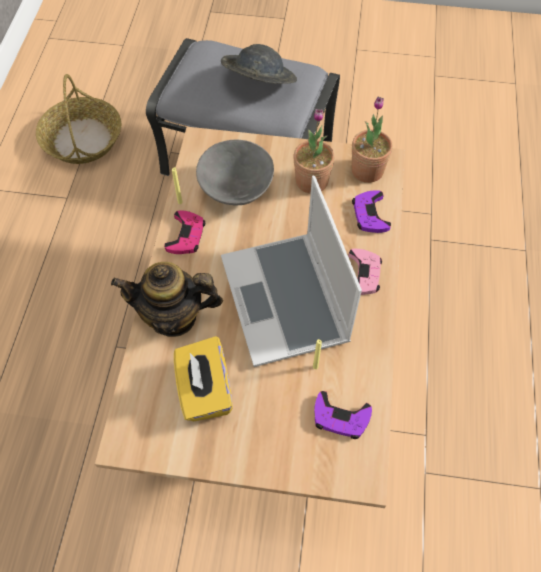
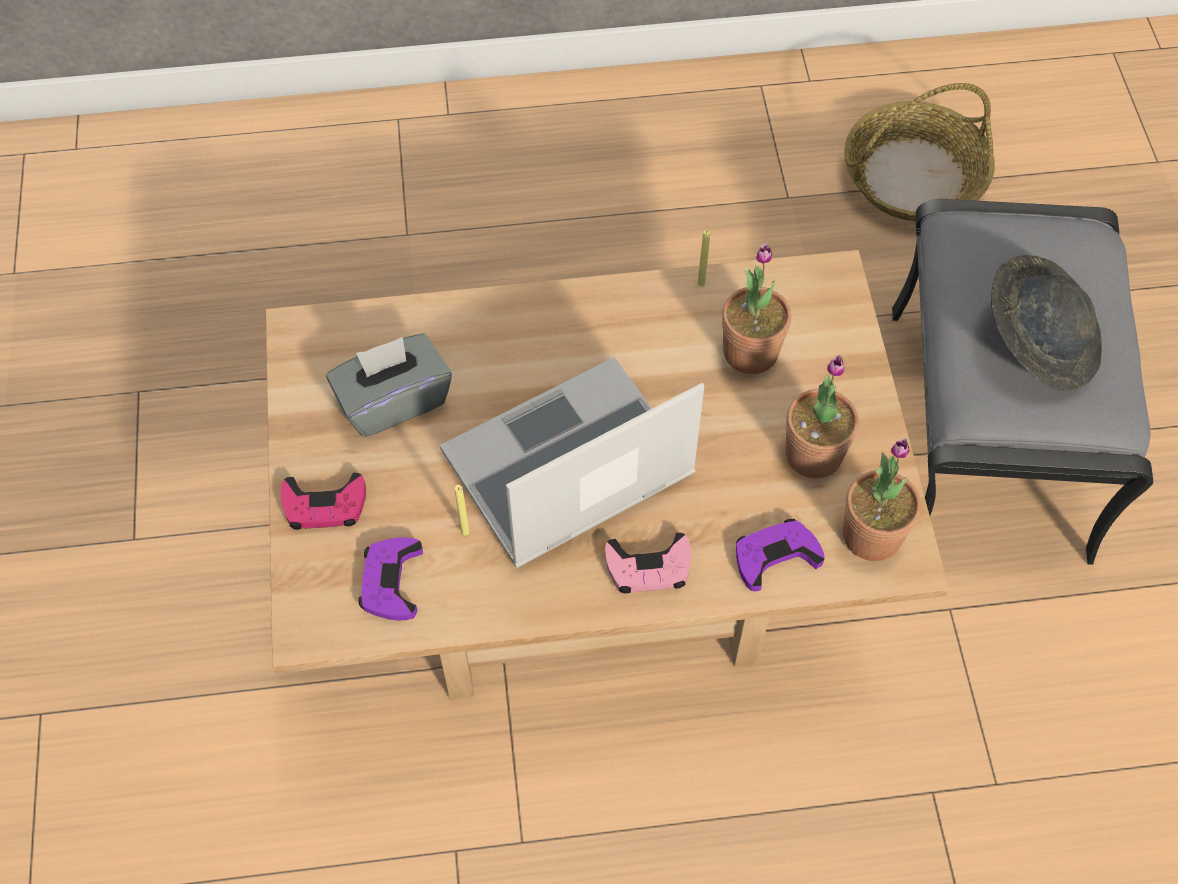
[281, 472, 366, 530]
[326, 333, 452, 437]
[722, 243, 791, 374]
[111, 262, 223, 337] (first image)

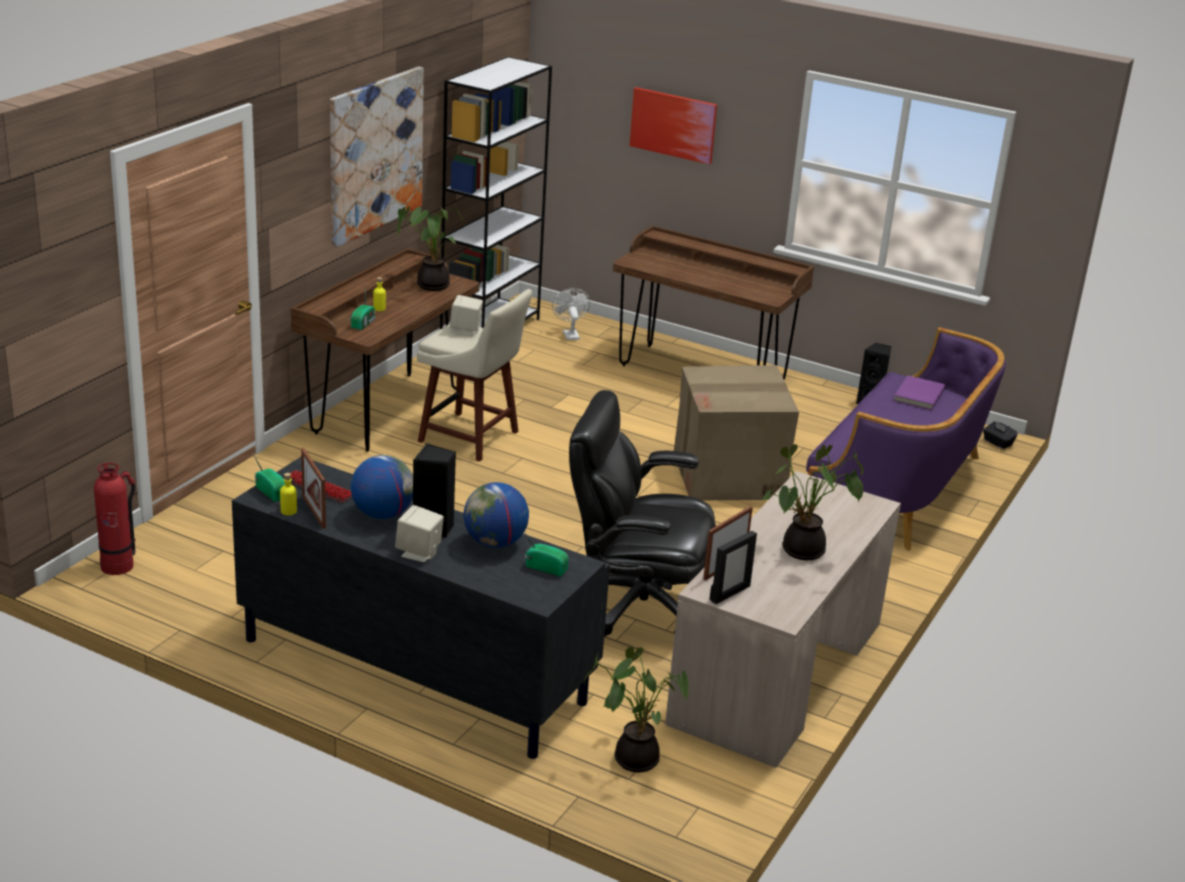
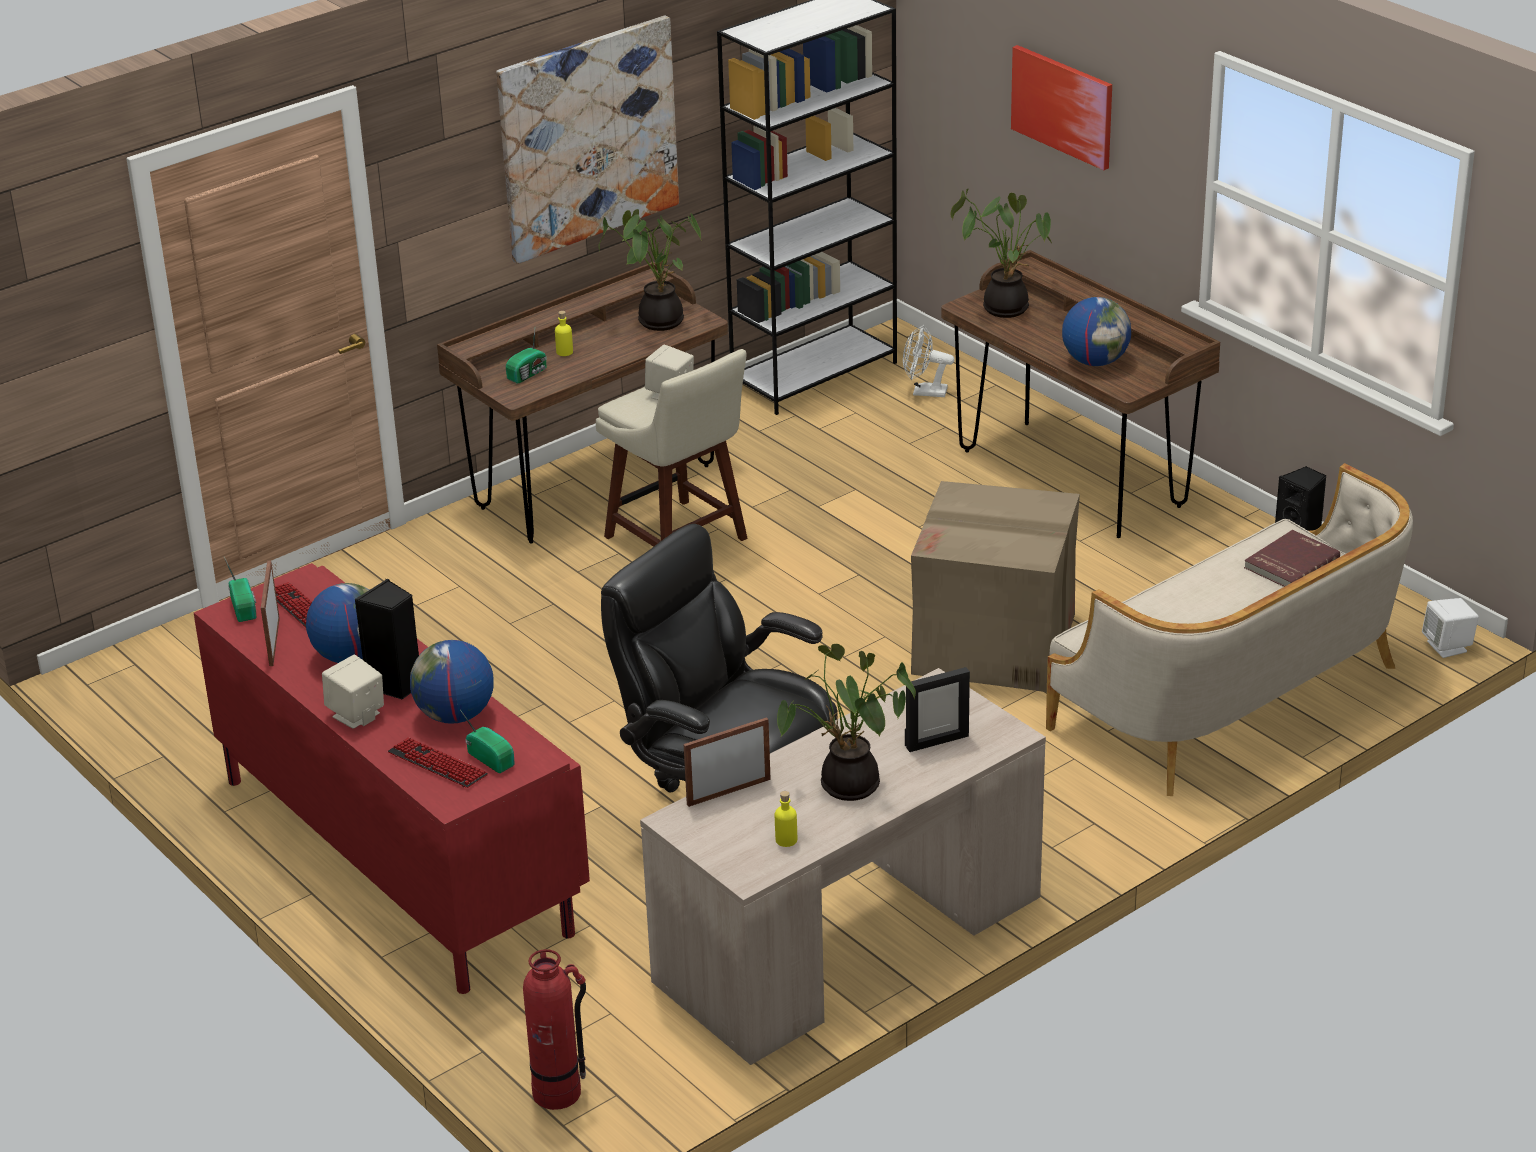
[194, 563, 590, 994]
[388, 737, 488, 788]
[523, 949, 586, 1110]
[775, 791, 797, 847]
[903, 325, 955, 397]
[905, 667, 970, 752]
[950, 189, 1053, 318]
[1046, 463, 1413, 796]
[1062, 297, 1131, 366]
[1244, 530, 1340, 587]
[1422, 598, 1479, 658]

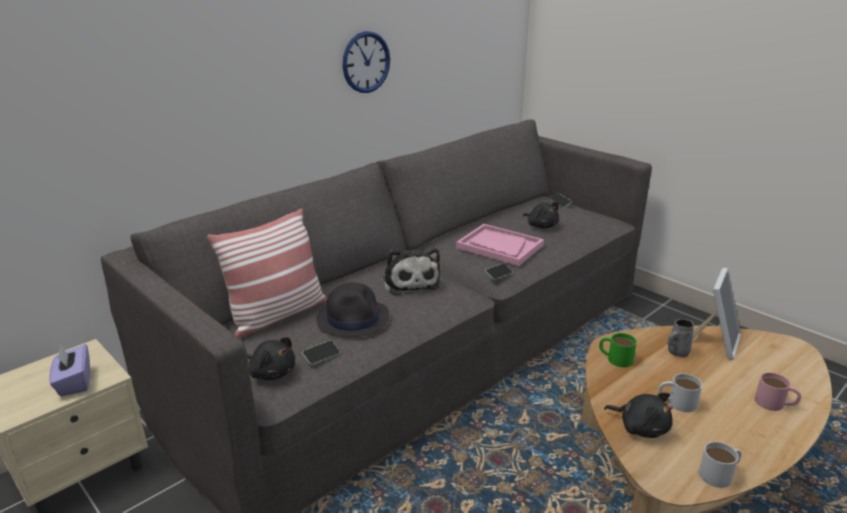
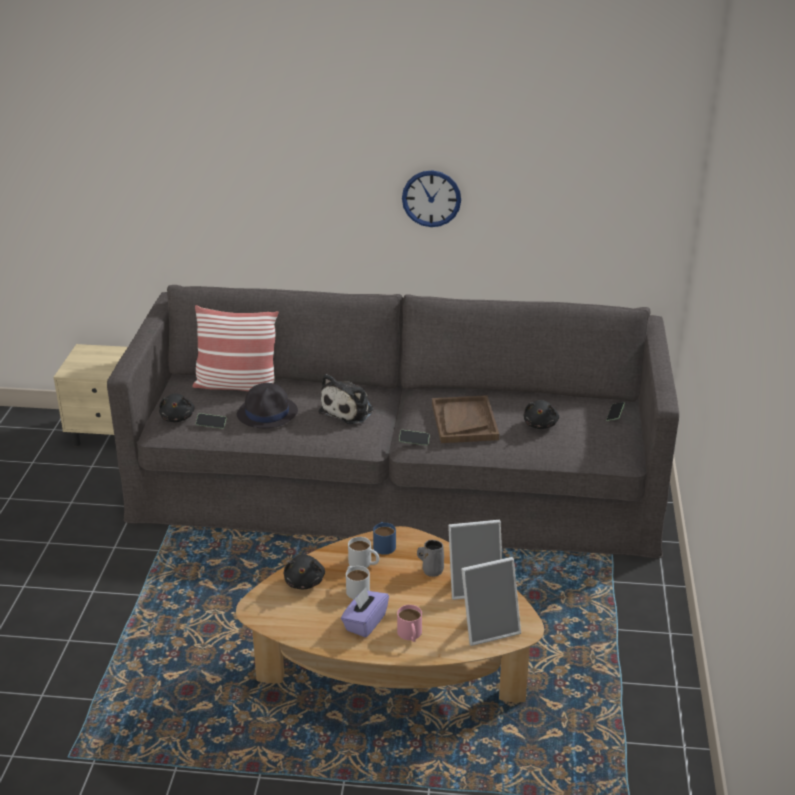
[341, 587, 389, 638]
[348, 537, 379, 568]
[373, 522, 396, 555]
[432, 395, 499, 443]
[461, 557, 521, 646]

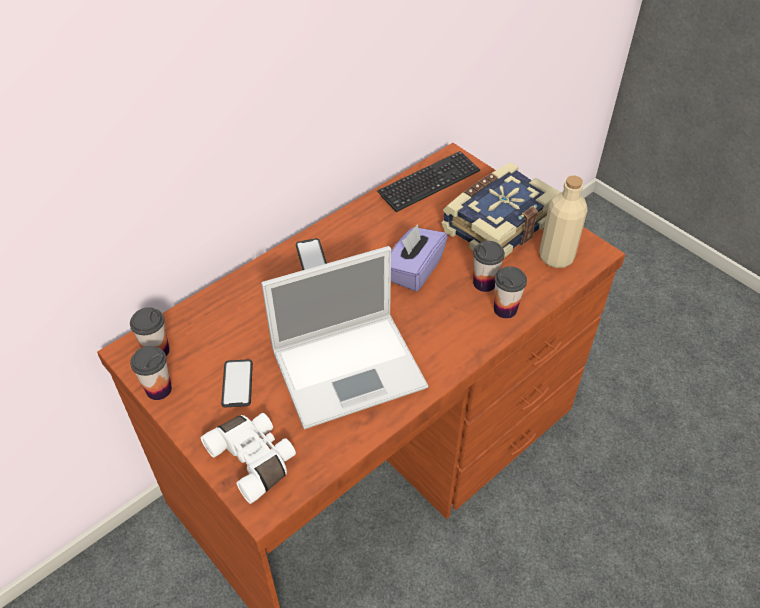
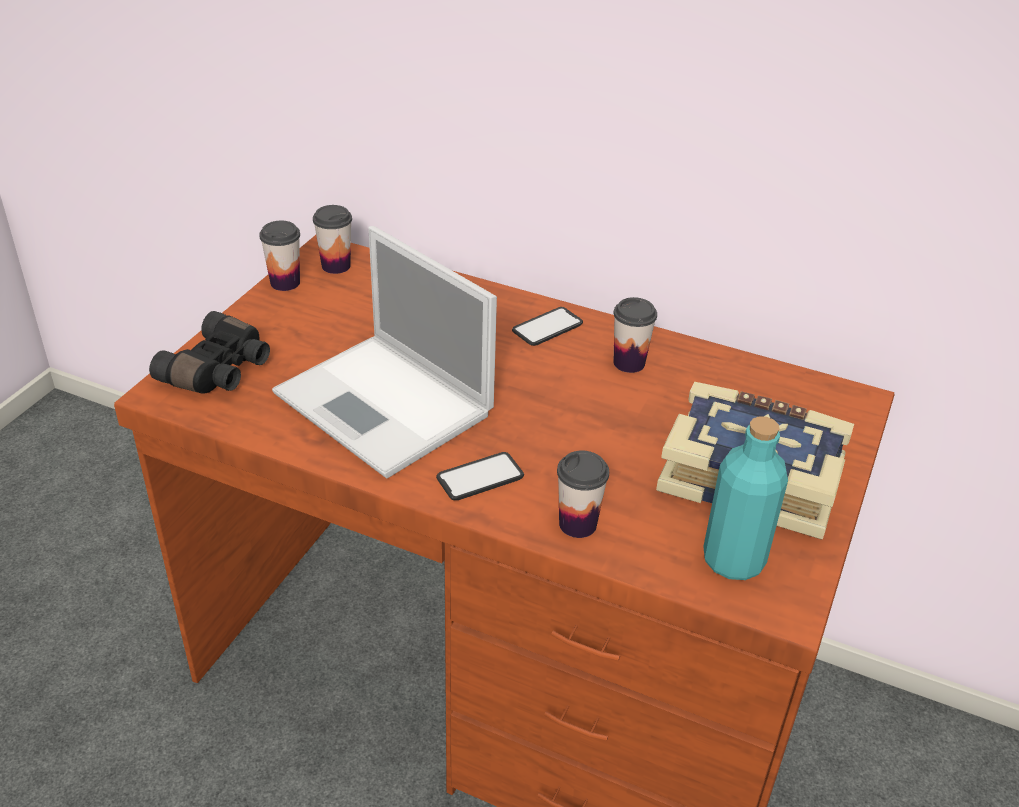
[149, 311, 270, 393]
[436, 452, 524, 500]
[613, 297, 657, 373]
[703, 416, 788, 580]
[377, 151, 480, 212] (first image)
[391, 224, 448, 292] (first image)

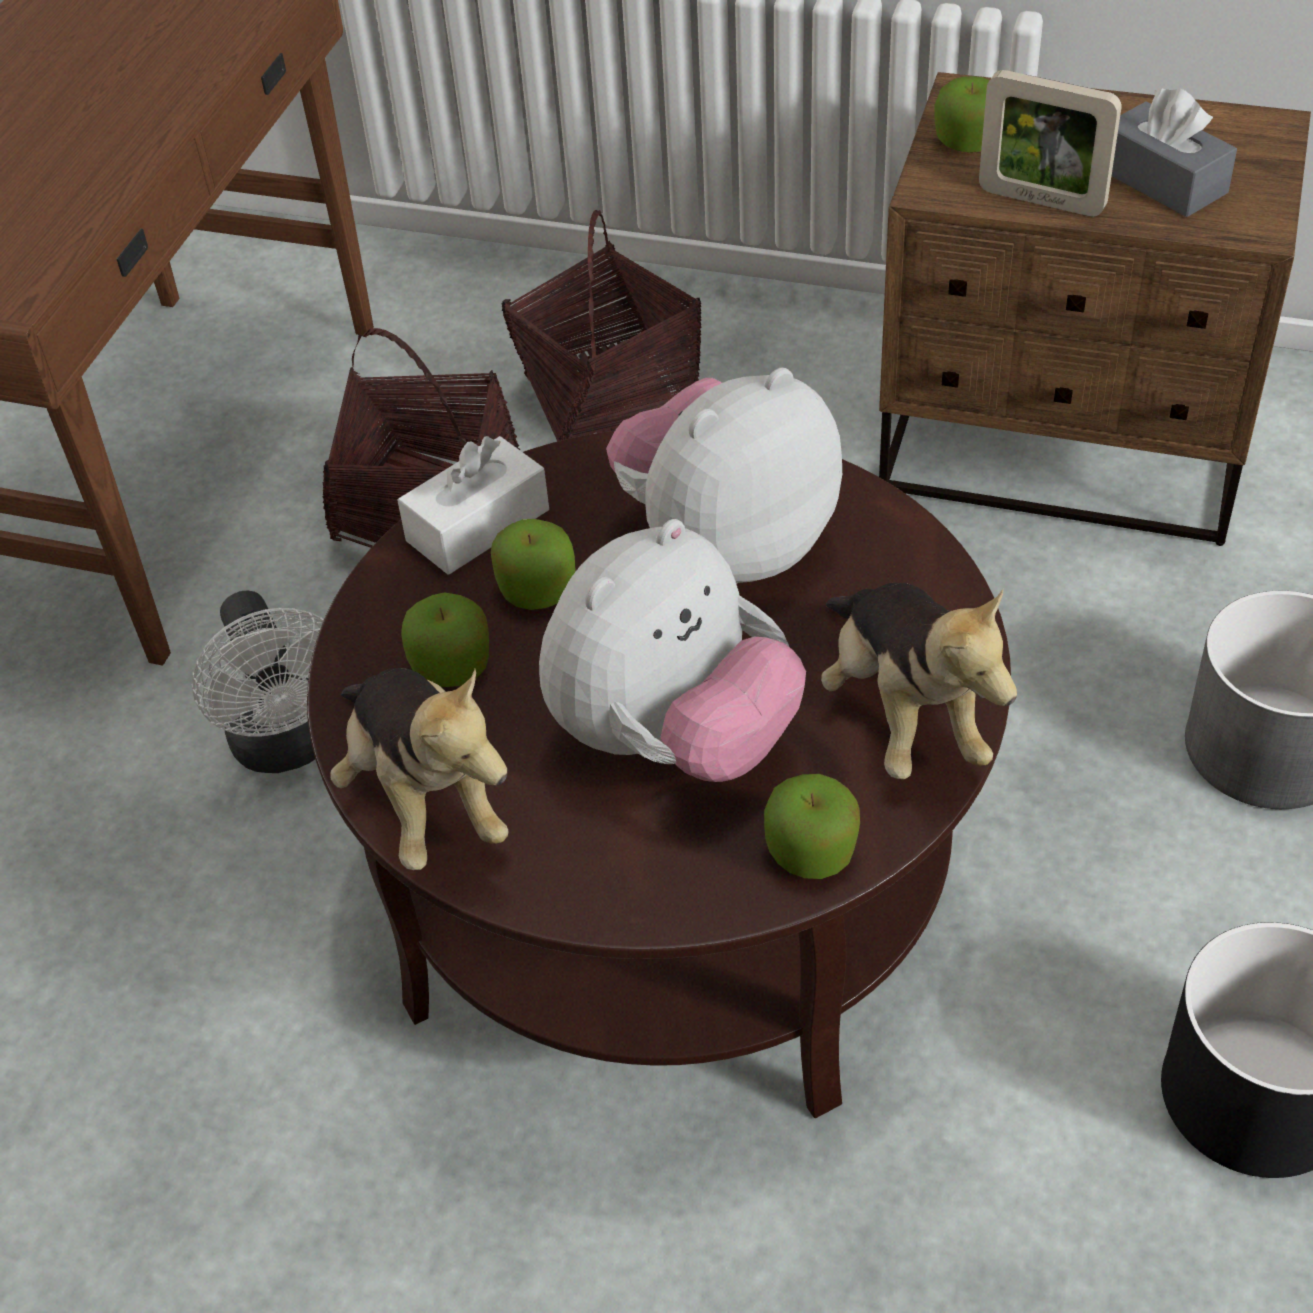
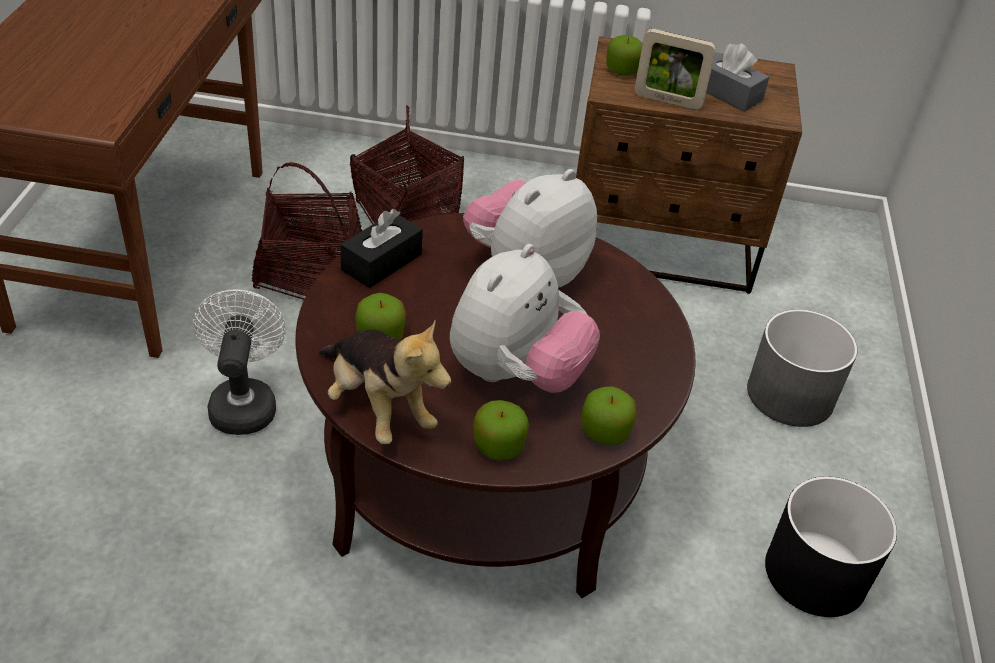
[193, 289, 286, 435]
[340, 209, 423, 288]
[473, 400, 529, 461]
[821, 583, 1017, 779] (first image)

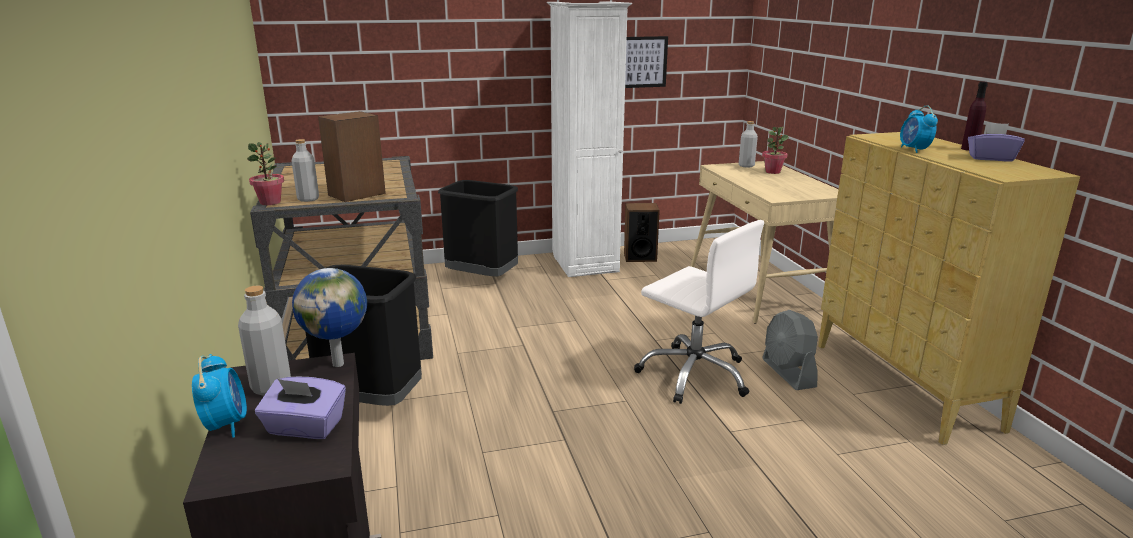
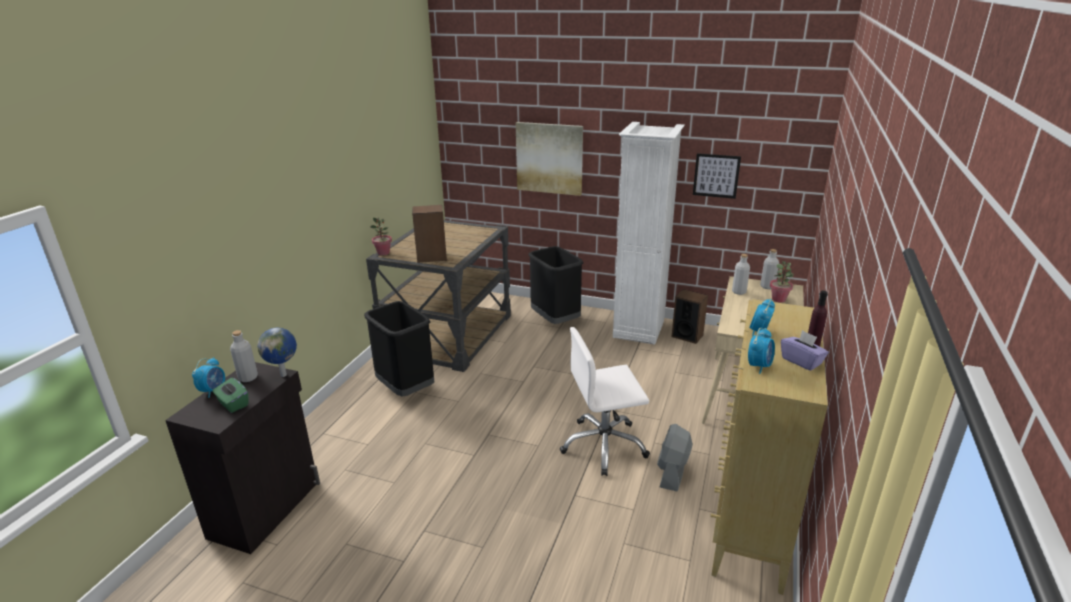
[212, 378, 249, 413]
[516, 122, 583, 196]
[560, 327, 650, 476]
[732, 254, 750, 295]
[748, 328, 775, 374]

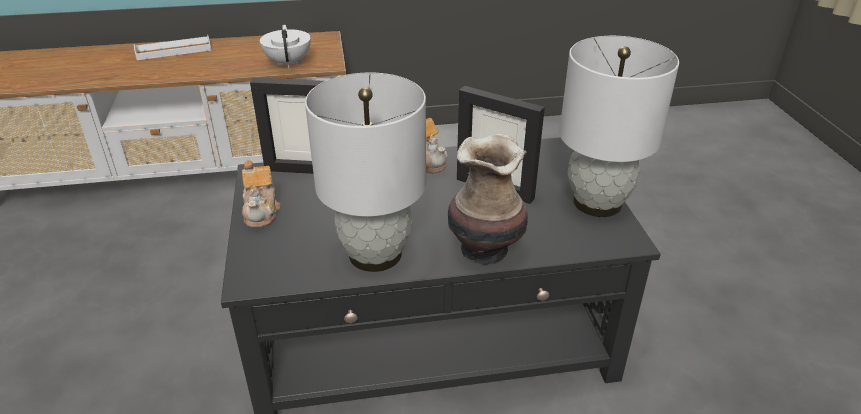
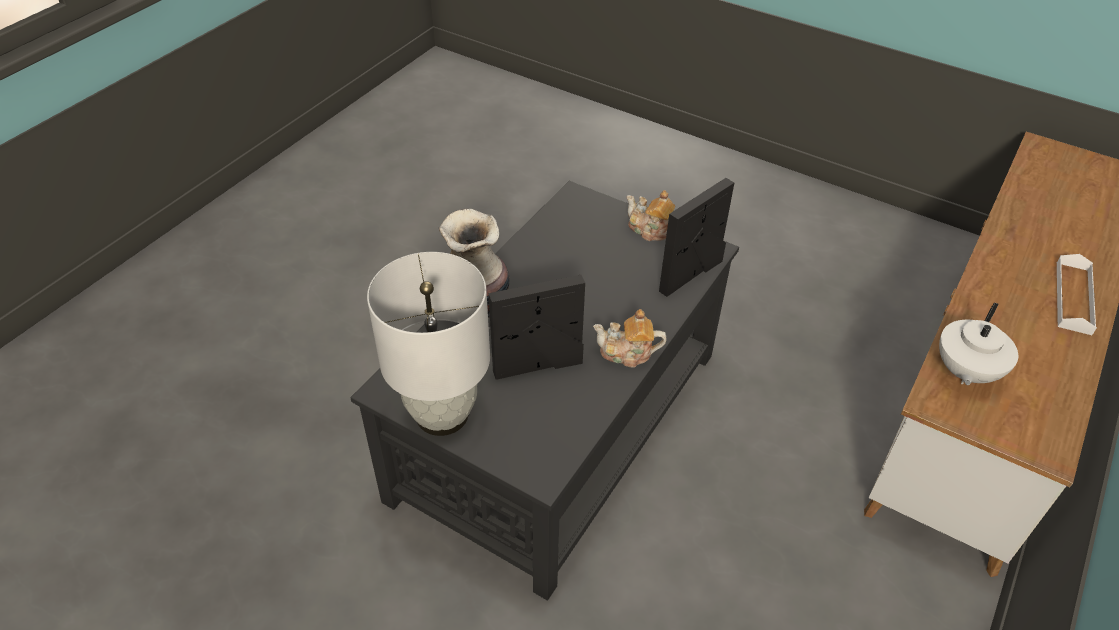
[939, 303, 1018, 385]
[305, 73, 426, 272] (first image)

